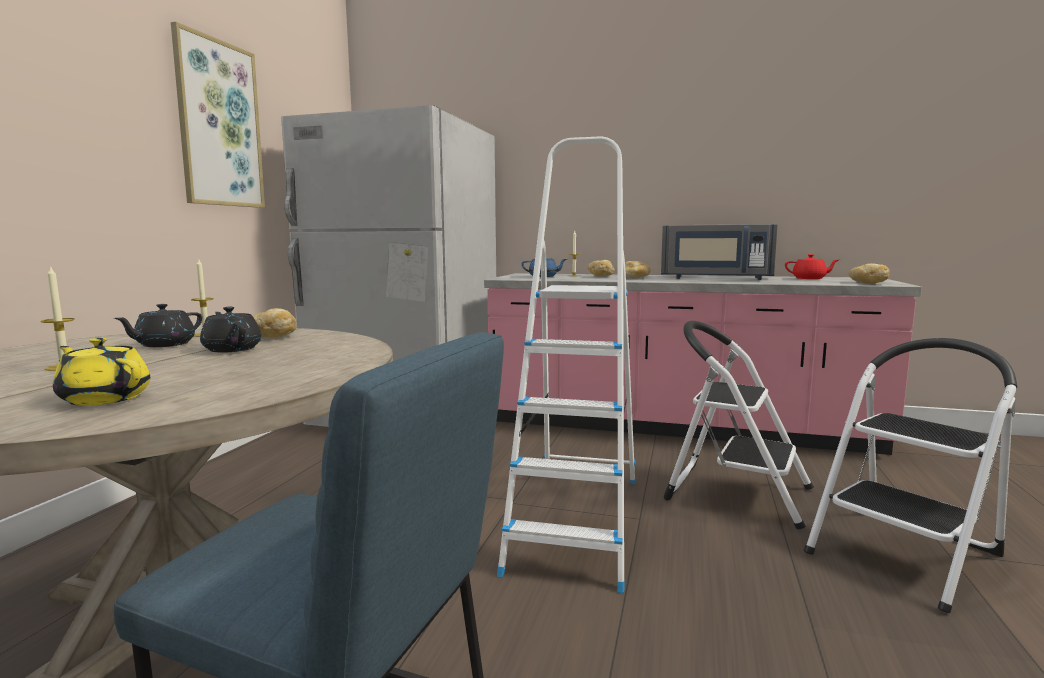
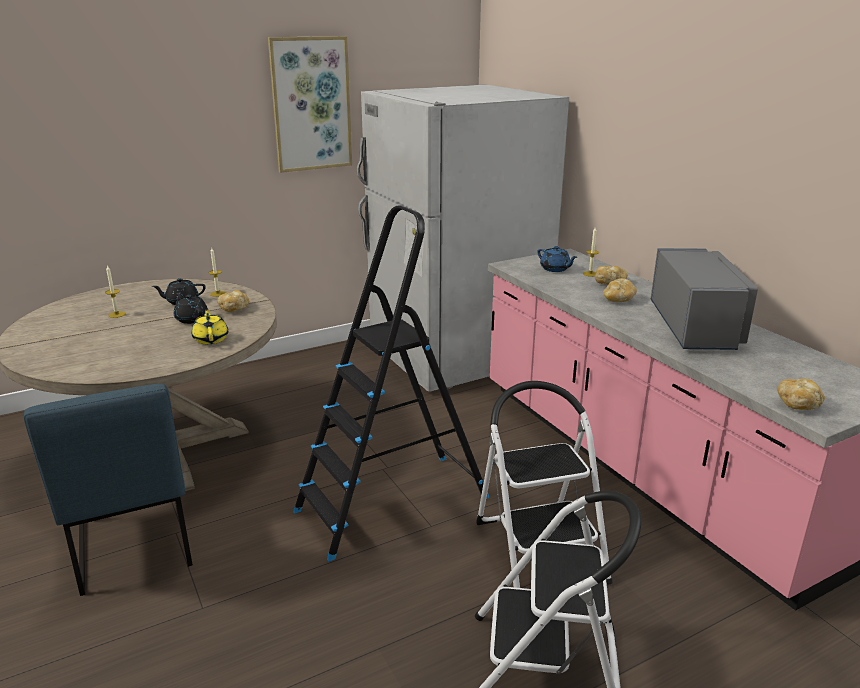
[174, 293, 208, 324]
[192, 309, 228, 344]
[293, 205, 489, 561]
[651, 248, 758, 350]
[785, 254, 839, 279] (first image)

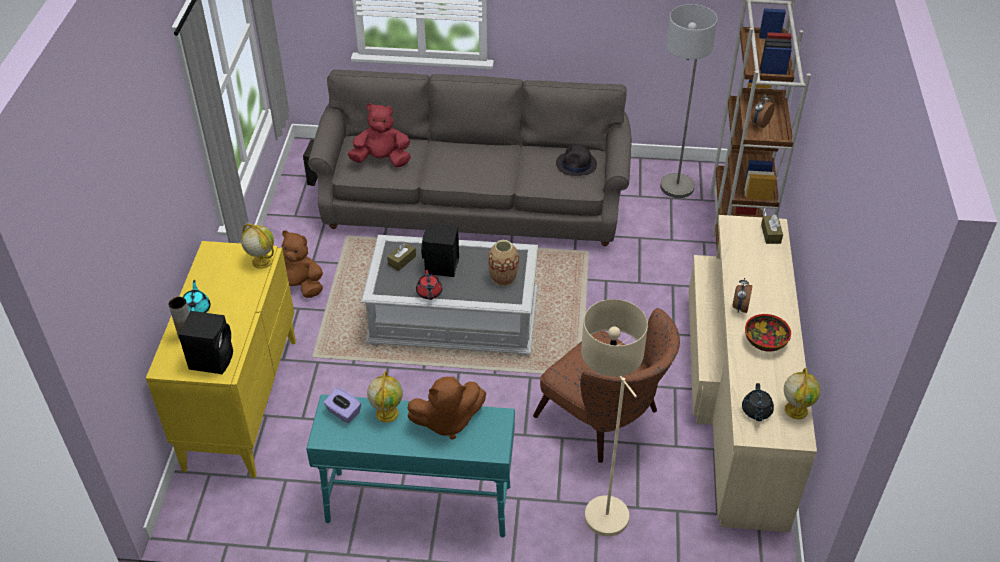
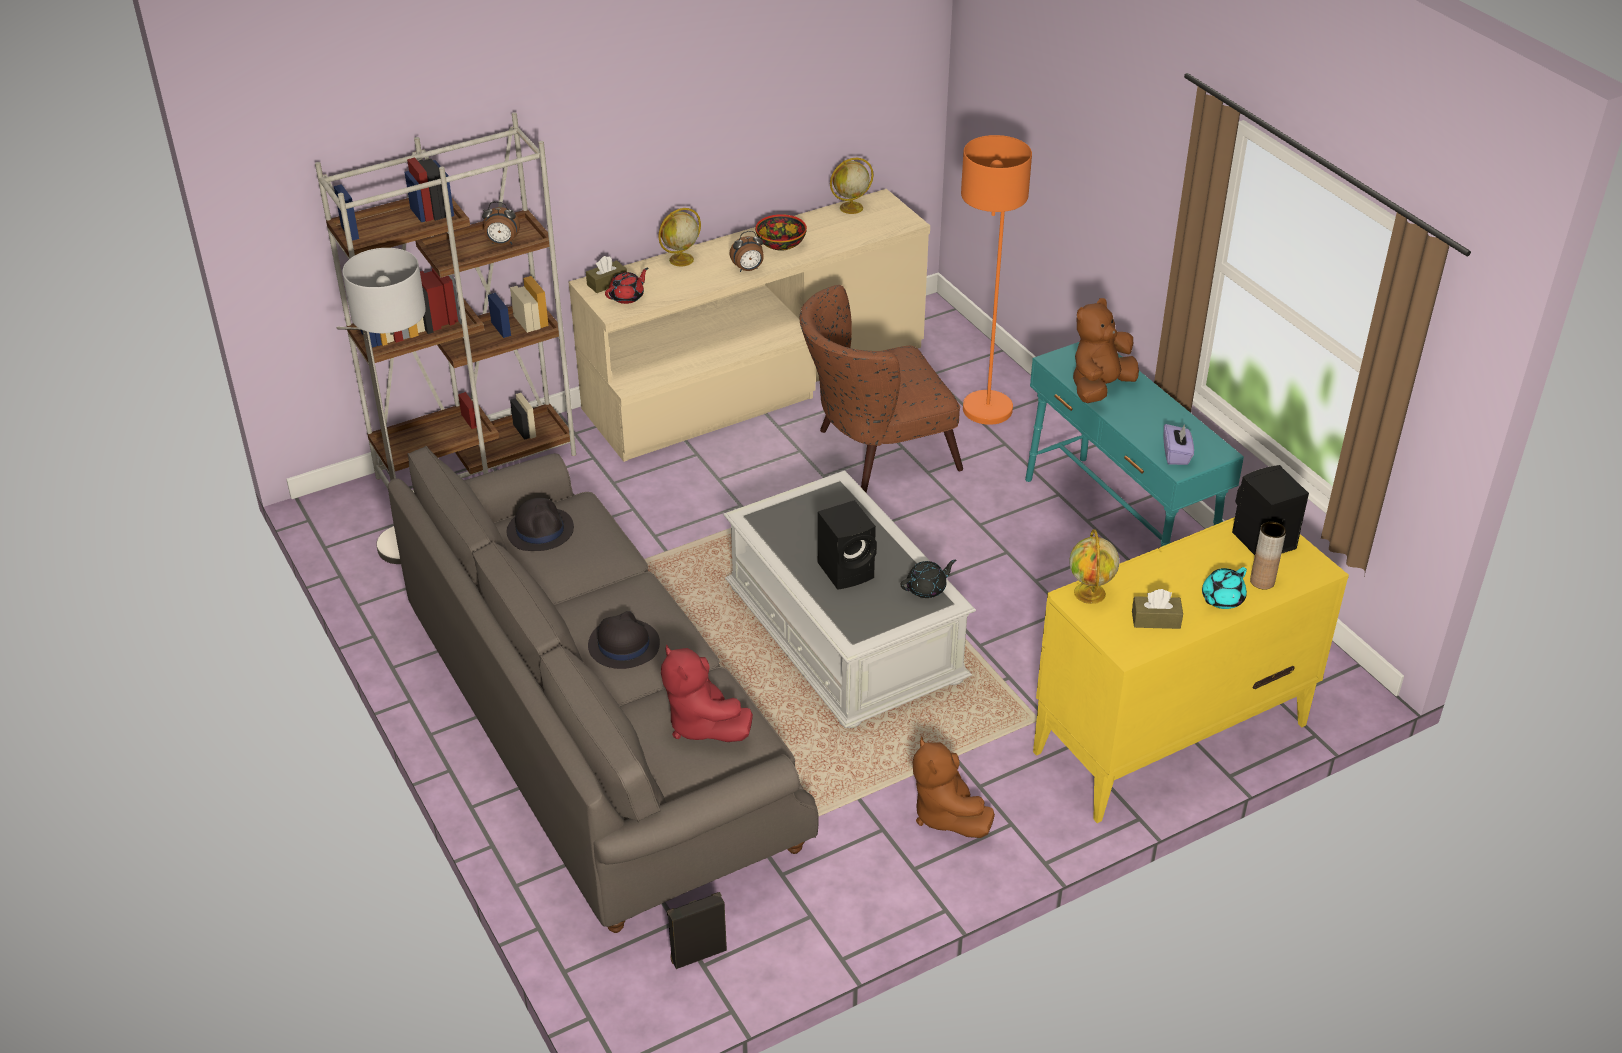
[588, 611, 660, 669]
[605, 268, 648, 304]
[658, 208, 701, 266]
[799, 285, 963, 493]
[901, 559, 956, 598]
[961, 135, 1032, 425]
[1073, 298, 1139, 403]
[1132, 589, 1183, 629]
[489, 240, 519, 286] (first image)

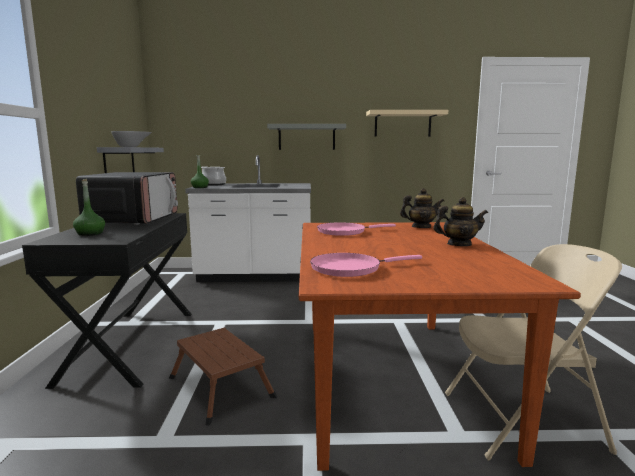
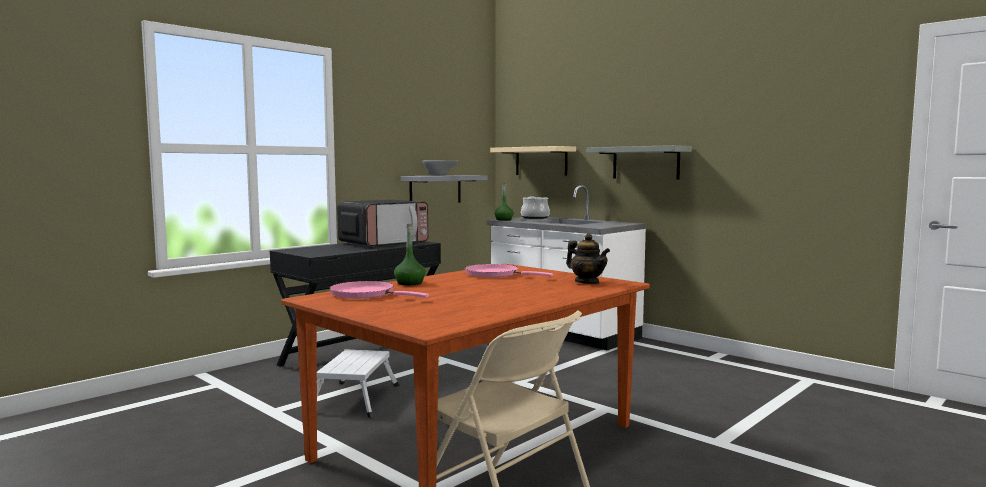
[317, 349, 400, 418]
[394, 224, 426, 285]
[490, 146, 576, 176]
[433, 197, 488, 246] (first image)

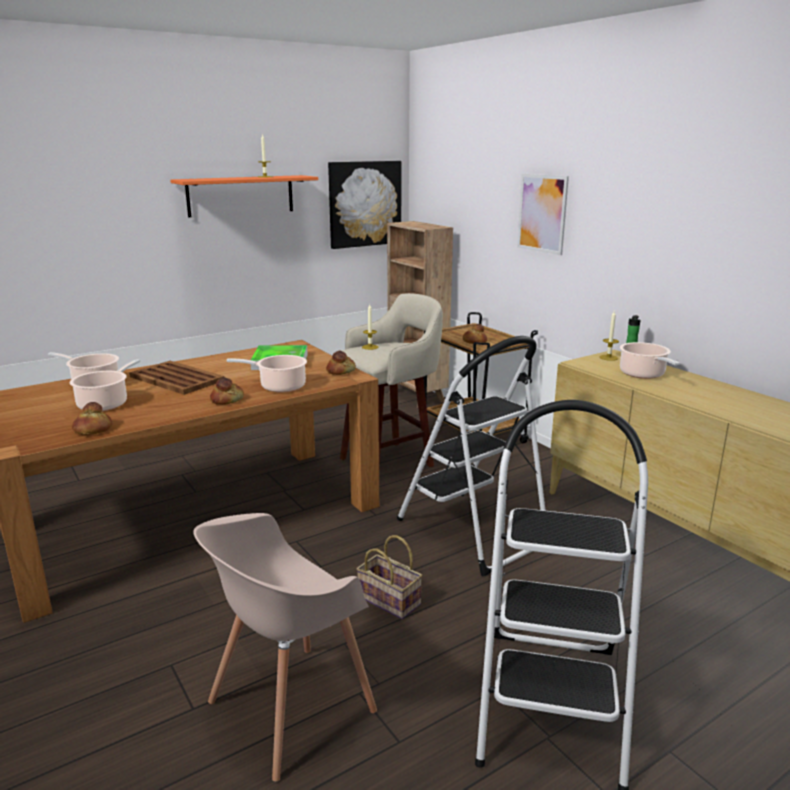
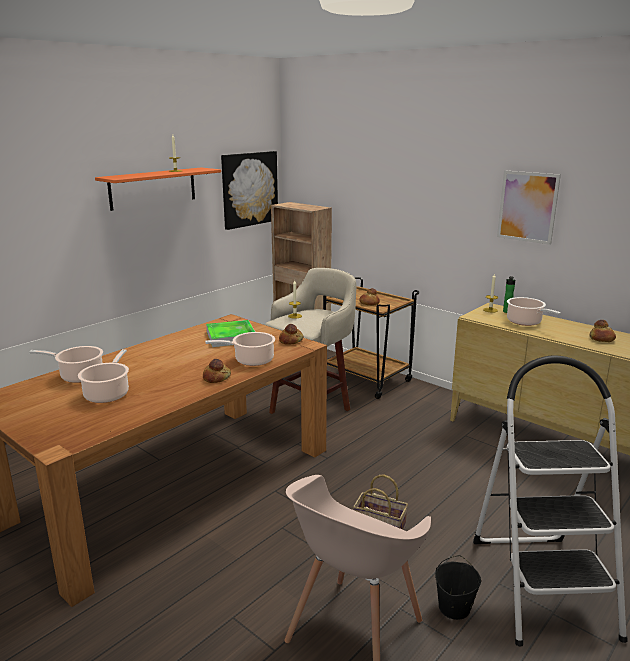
[435, 555, 481, 620]
[497, 170, 561, 245]
[590, 320, 616, 342]
[129, 361, 224, 395] (first image)
[397, 336, 546, 576] (first image)

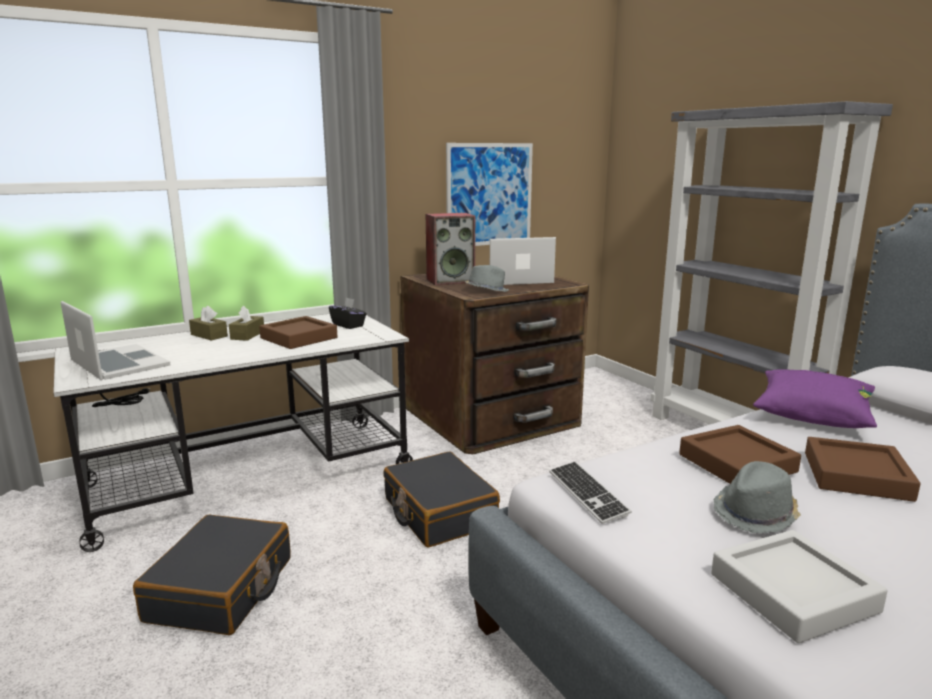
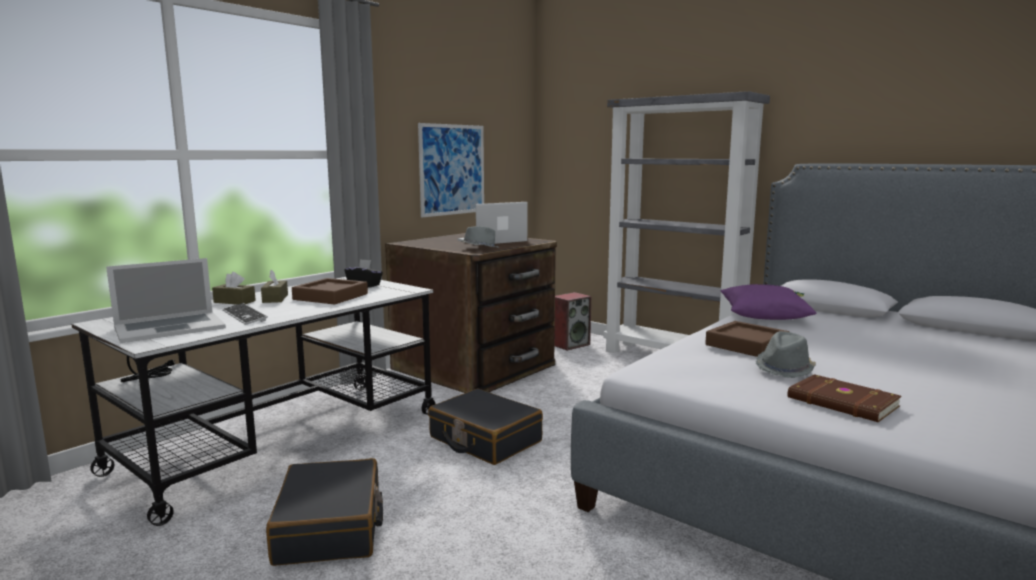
[106, 258, 226, 343]
[223, 303, 268, 325]
[554, 292, 591, 351]
[787, 374, 901, 422]
[805, 437, 920, 502] (first image)

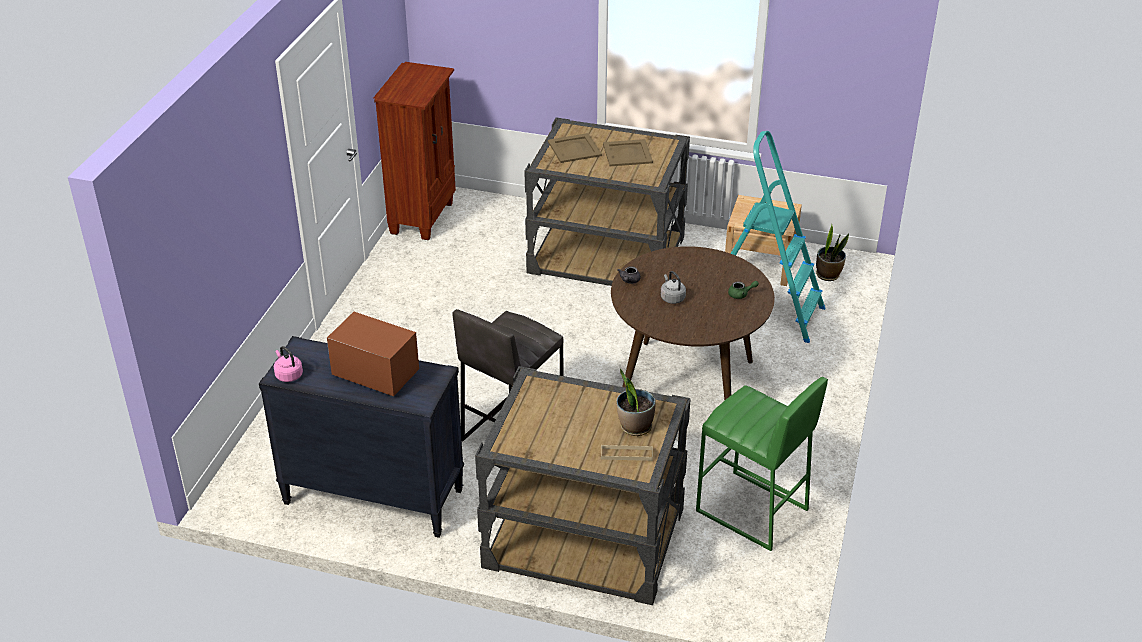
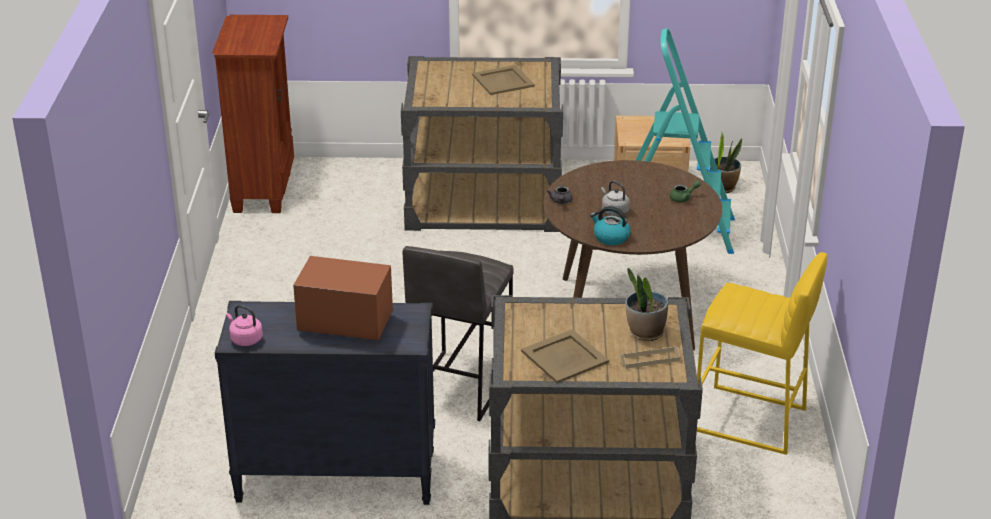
[521, 329, 609, 383]
[590, 206, 630, 245]
[697, 252, 827, 455]

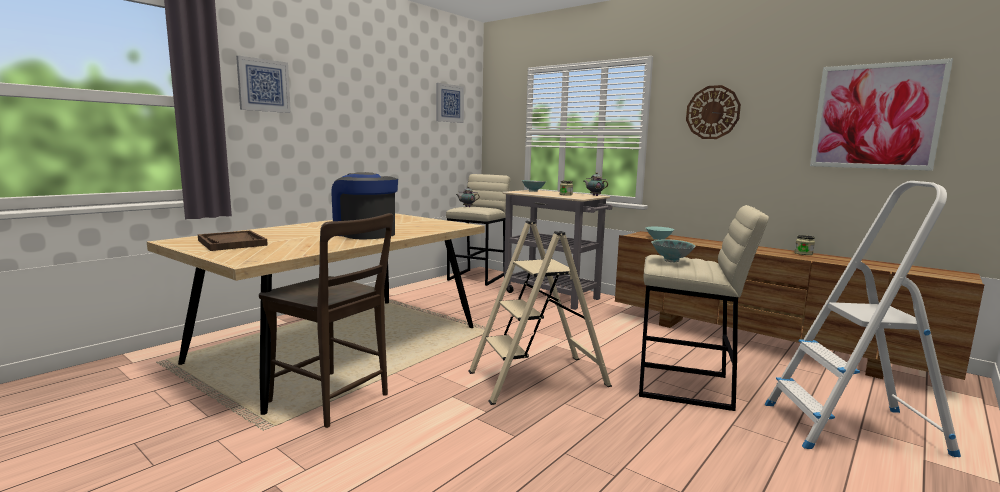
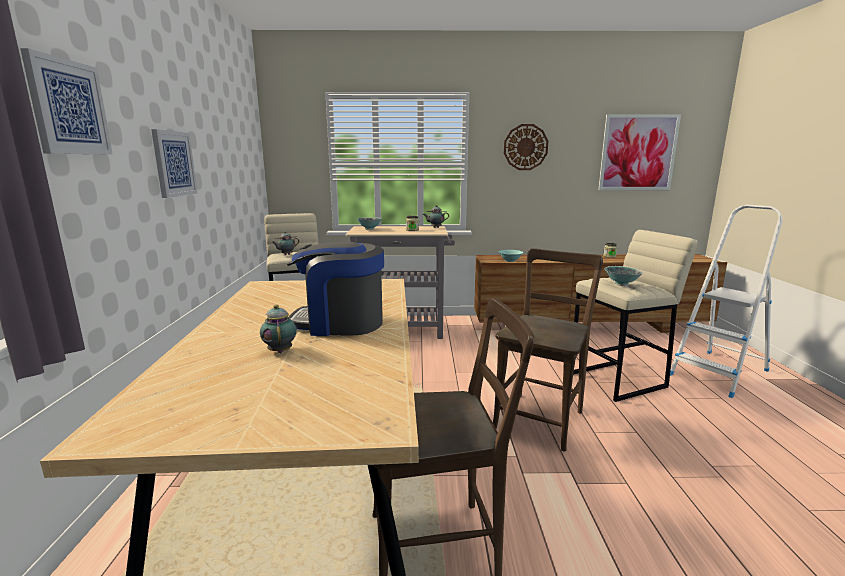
[151, 129, 197, 198]
[260, 305, 297, 353]
[493, 248, 603, 452]
[198, 230, 268, 251] (first image)

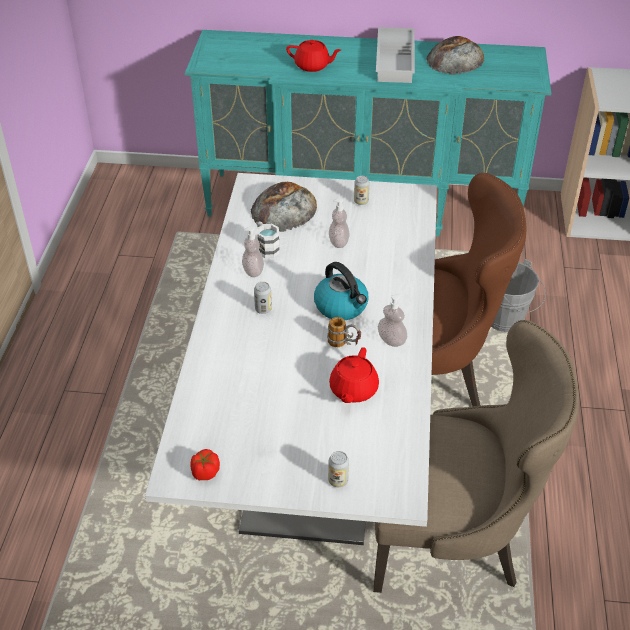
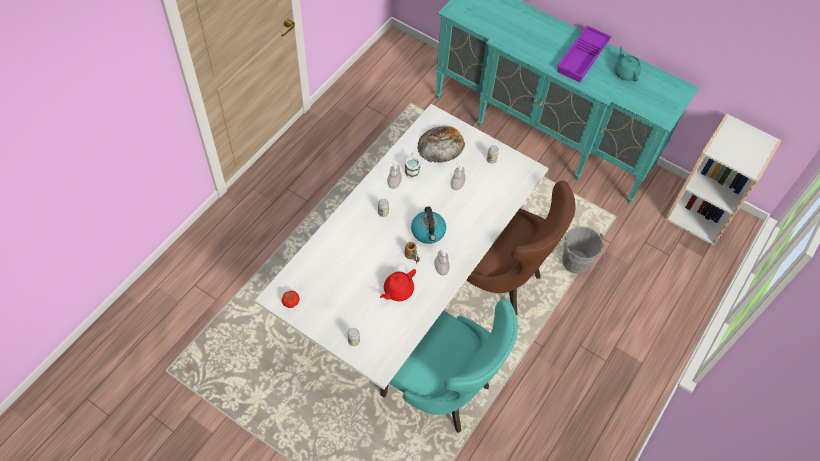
[380, 299, 518, 433]
[557, 25, 612, 83]
[614, 46, 641, 81]
[286, 40, 341, 72] (first image)

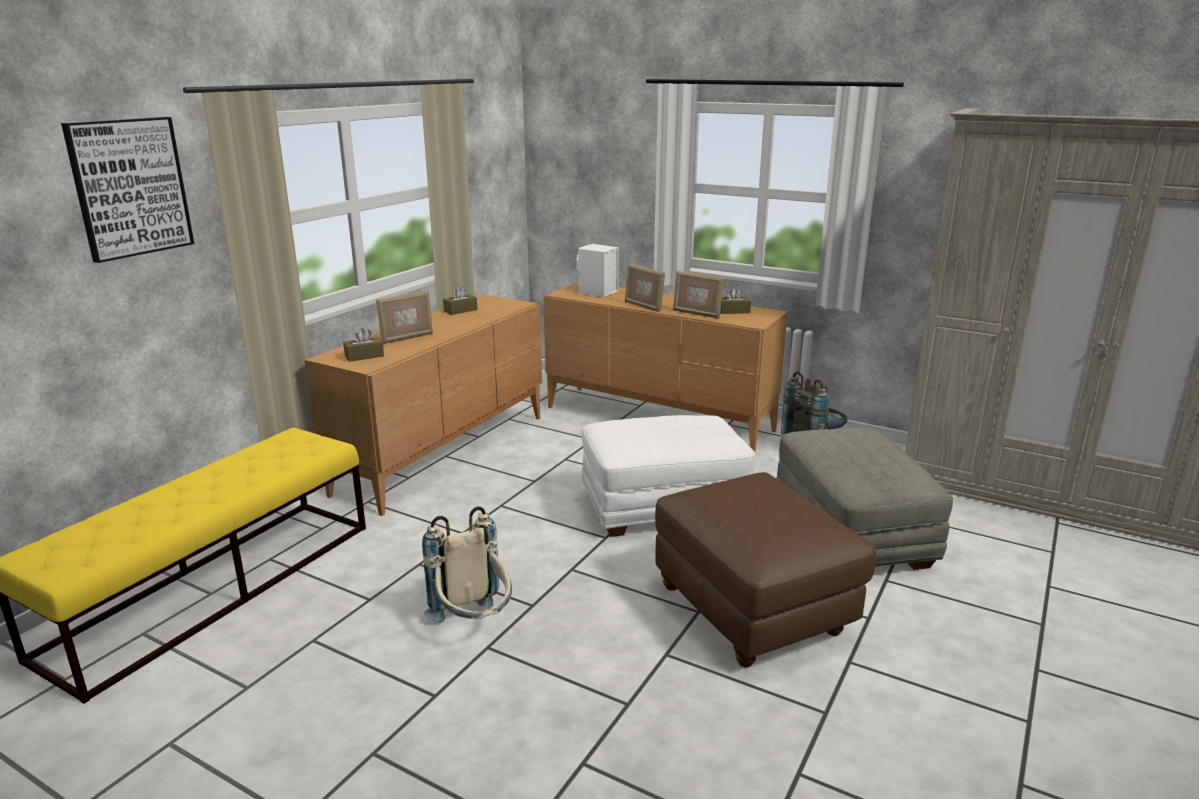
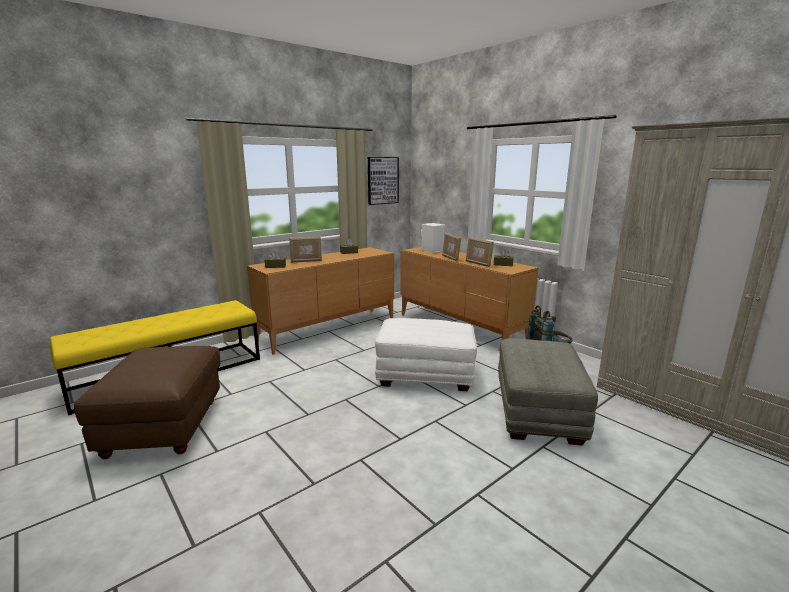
[74, 346, 220, 459]
[368, 157, 399, 205]
[422, 507, 512, 622] (first image)

